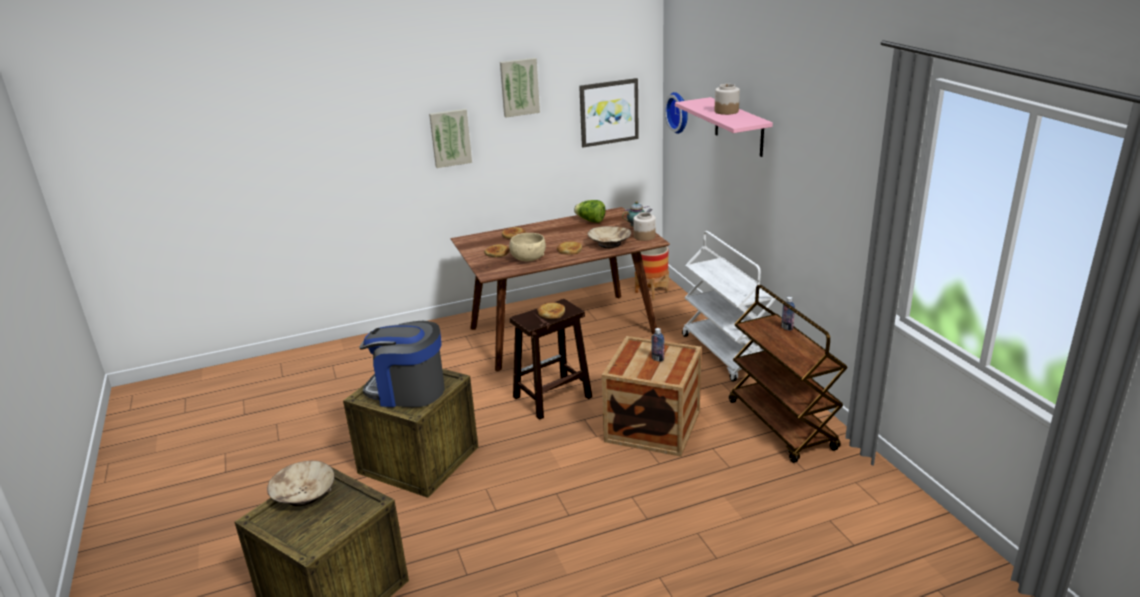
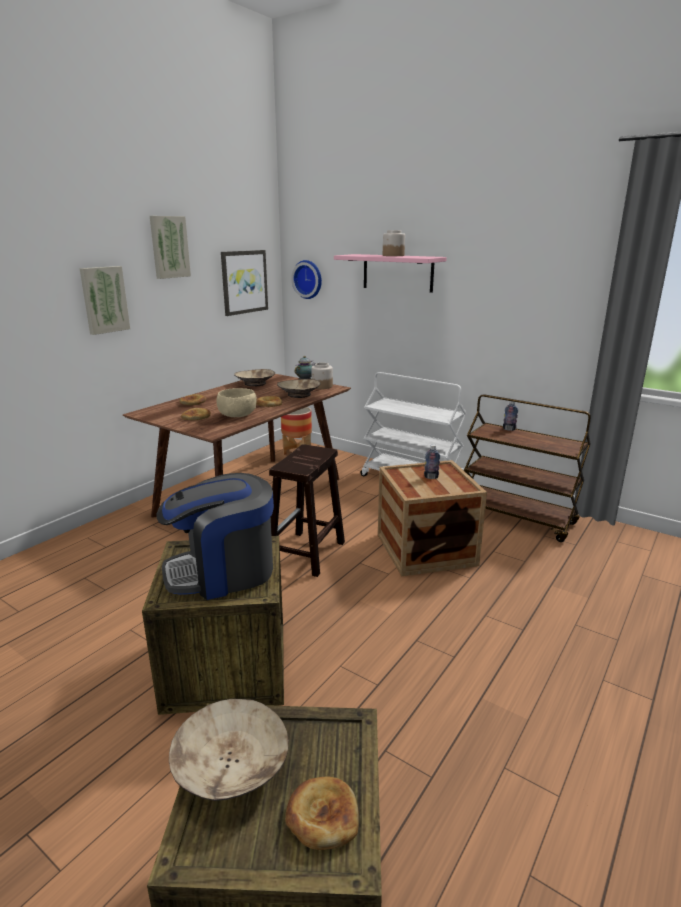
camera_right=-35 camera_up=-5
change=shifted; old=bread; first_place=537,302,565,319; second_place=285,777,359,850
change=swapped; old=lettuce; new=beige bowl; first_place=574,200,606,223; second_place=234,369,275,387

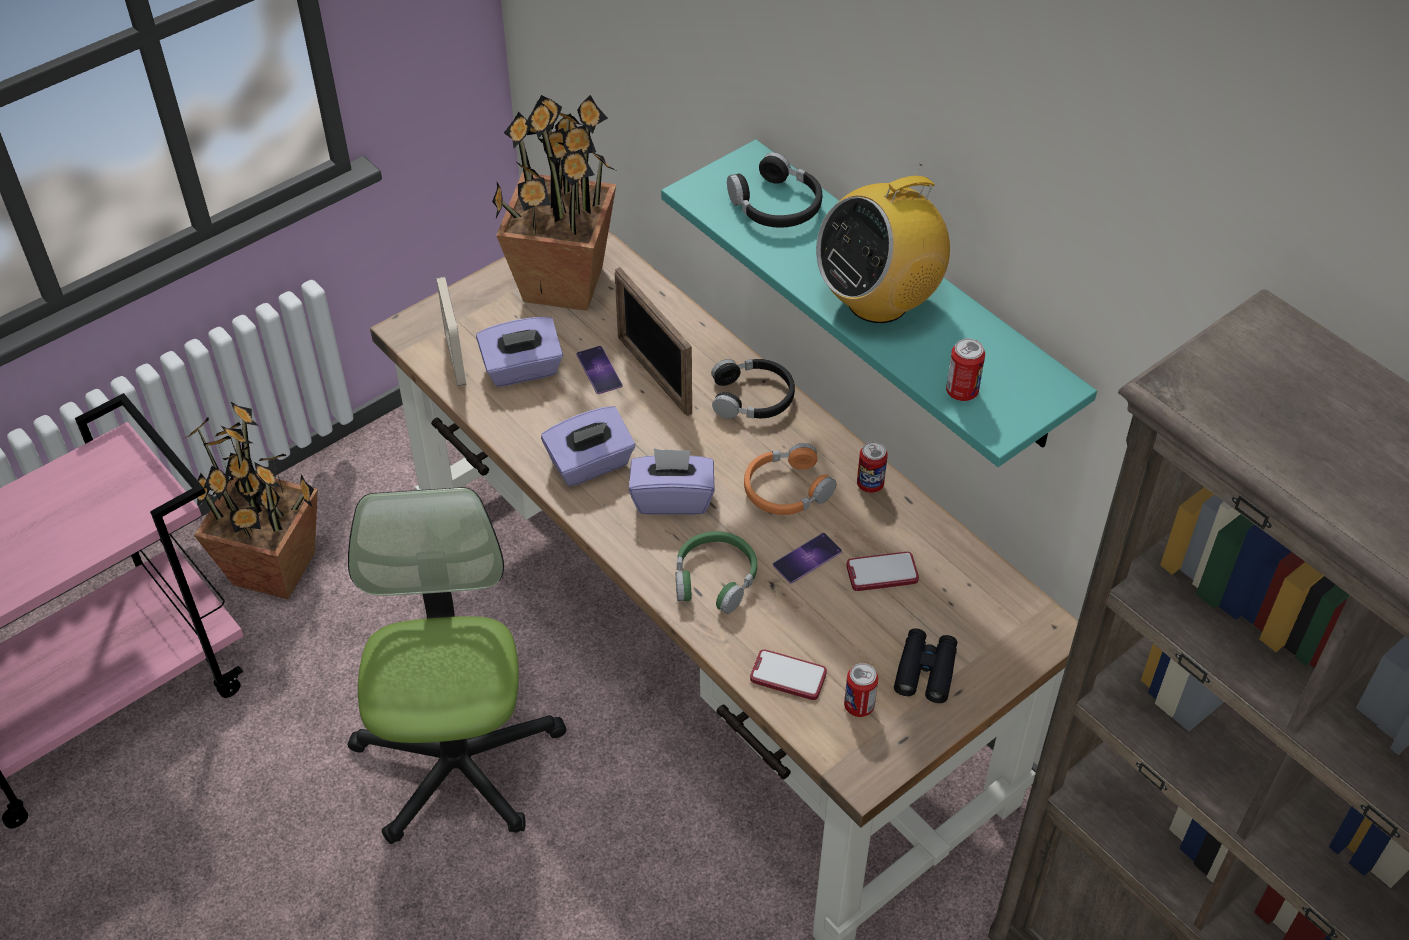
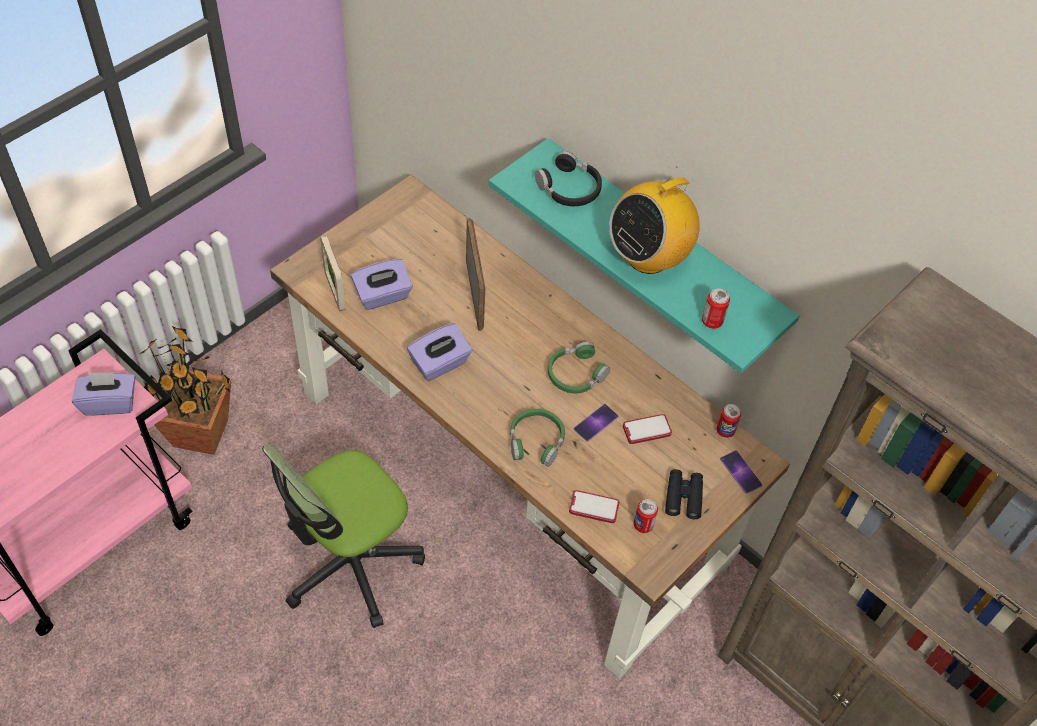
camera_right=-10 camera_up=5
change=gone; old=potted plant; first_place=492,95,616,311
change=gone; old=black headphones; first_place=711,359,795,419
change=shifted; old=phone; first_place=576,346,623,394; second_place=720,450,763,494
change=shifted; old=purple tissue box; first_place=629,448,715,515; second_place=72,372,136,416
change=shifted; old=can; first_place=857,442,888,493; second_place=716,404,741,438
change=repainted; old=orange headphones; new=green headphones; first_place=744,443,836,515; second_place=548,342,610,393
change=rotated; old=office chair; first_place=348,487,566,844; second_place=262,445,425,628; degrees=-120
change=rotated; old=picture frame; first_place=615,267,692,416; second_place=466,218,485,331; degrees=-150

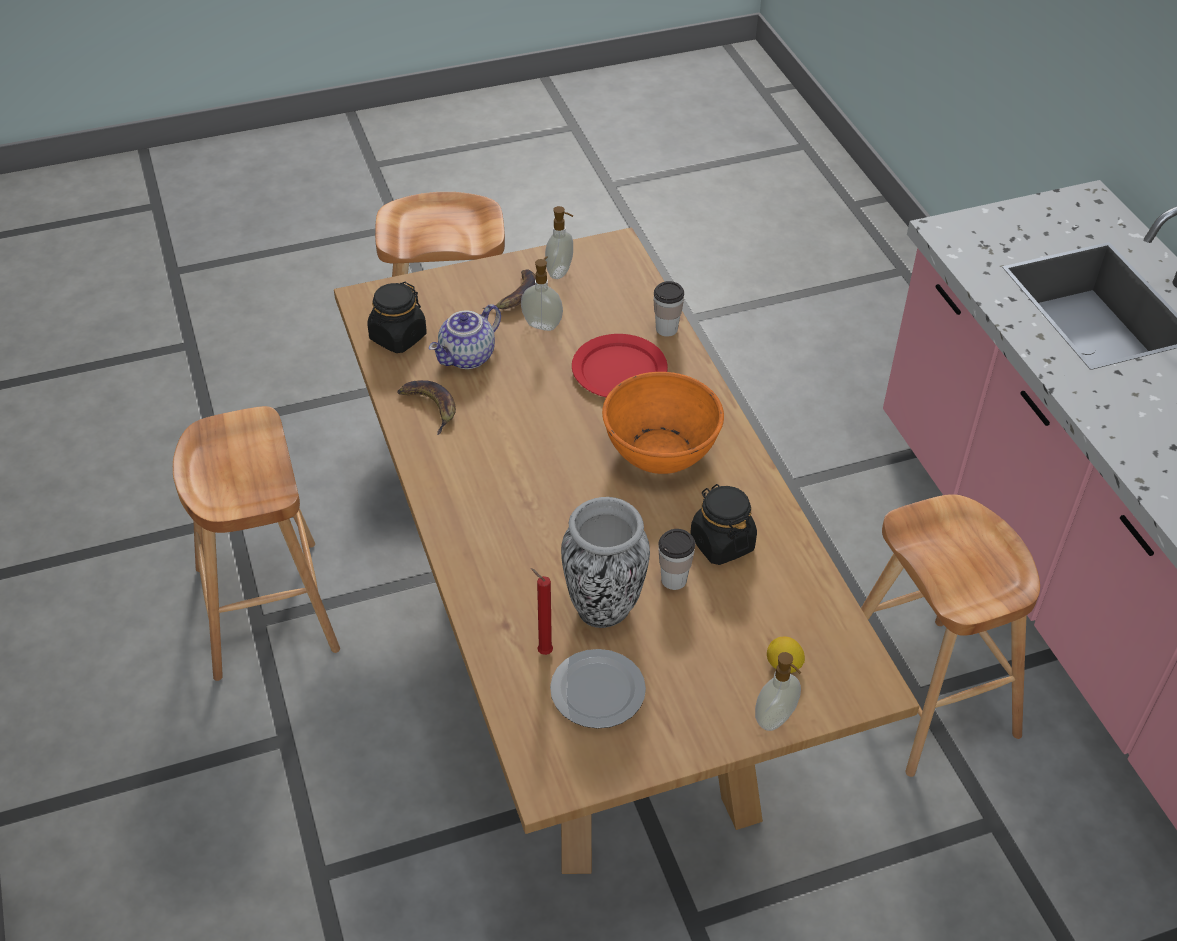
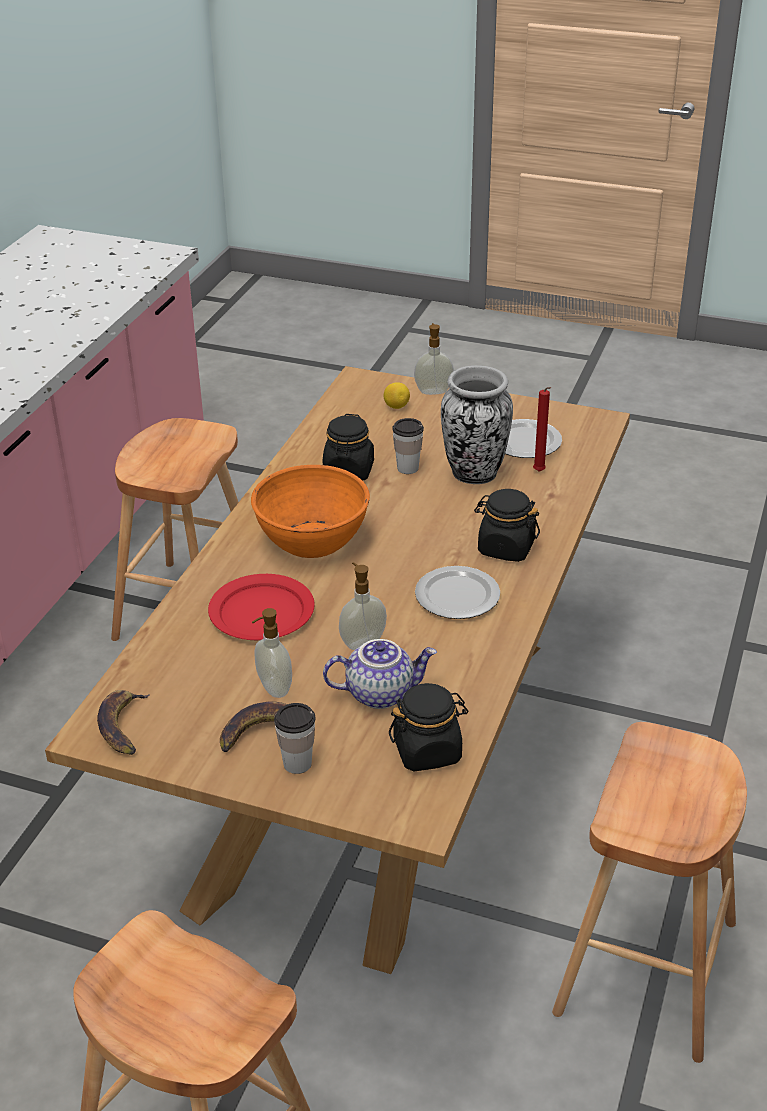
camera_right=-140 camera_up=-10
change=new; new=plate; second_place=415,566,500,619
change=new; new=black jar; second_place=474,489,540,562
change=shifted; old=banana; first_place=397,380,456,435; second_place=97,690,150,755
change=shifted; old=soap dispenser; first_place=545,206,573,279; second_place=339,562,387,650
change=shifted; old=cup; first_place=653,281,684,337; second_place=274,703,315,774

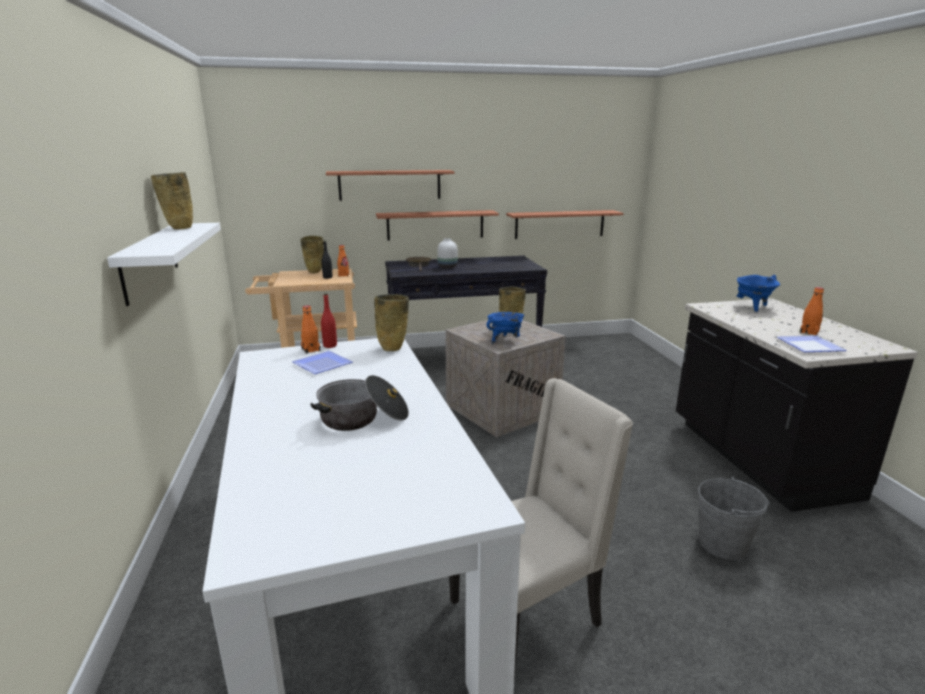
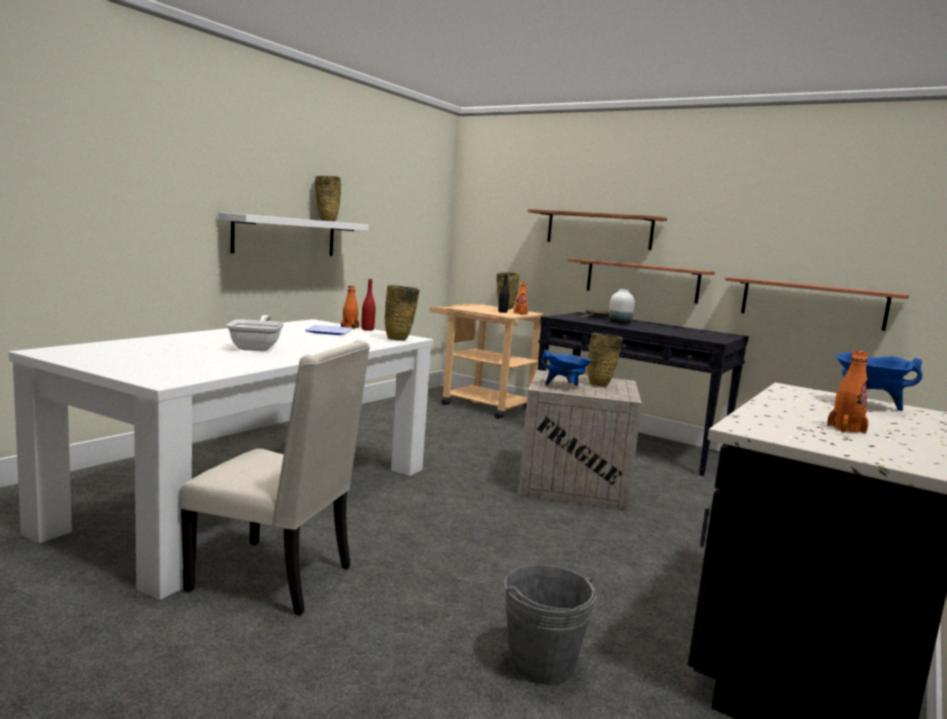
camera_right=45 camera_up=-10
change=gone; old=plate; first_place=777,335,847,352
change=swapped; old=cooking pot; new=frying pan; first_place=311,375,409,431; second_place=227,315,284,351

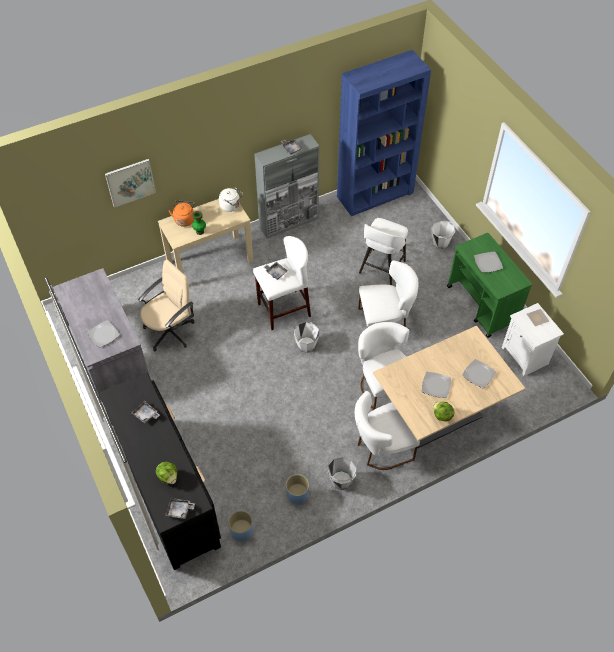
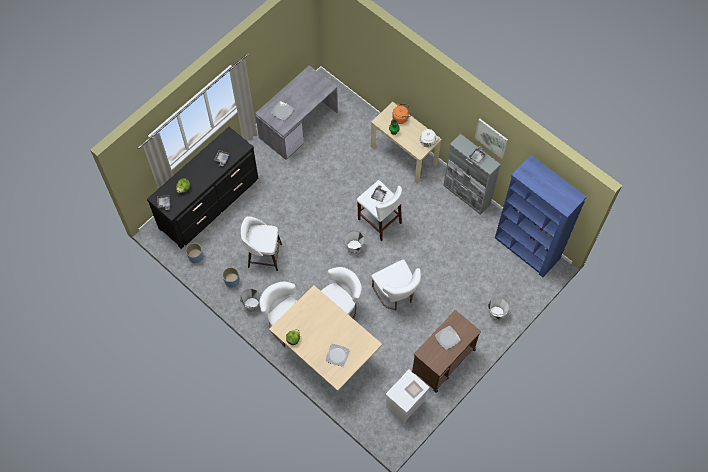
camera_right=70 camera_up=10
change=gone; old=beige office chair; first_place=138,260,195,351
change=gone; old=plate; first_place=422,372,451,398
change=shifted; old=picture; first_place=105,159,156,208; second_place=475,118,508,159
change=shifted; old=white stool; first_place=359,218,408,285; second_place=241,216,282,271
change=repainted; old=green cart; new=brown cart; first_place=447,233,532,338; second_place=412,310,481,393

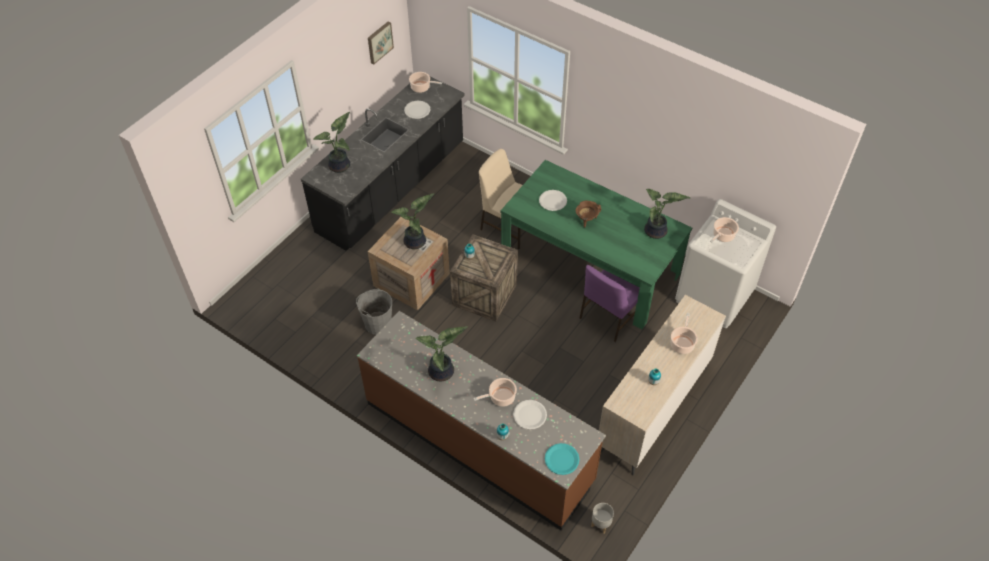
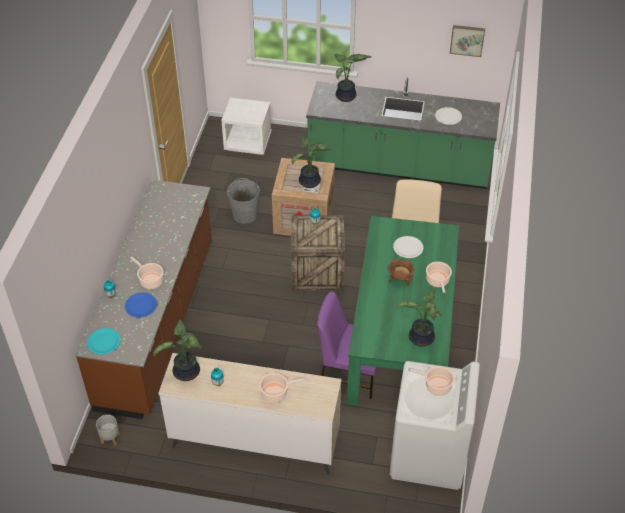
camera_right=65 camera_up=-5
change=new; new=white nightstand; second_place=221,98,272,155
change=shifted; old=cooking pot; first_place=409,72,442,93; second_place=426,262,452,293
change=shifted; old=potted plant; first_place=415,327,468,382; second_place=153,320,201,381
change=repainted; old=black counter; new=green counter; first_place=301,76,465,251; second_place=306,77,500,189
change=repainted; old=white plate; new=blue plate; first_place=513,400,547,429; second_place=125,293,157,318

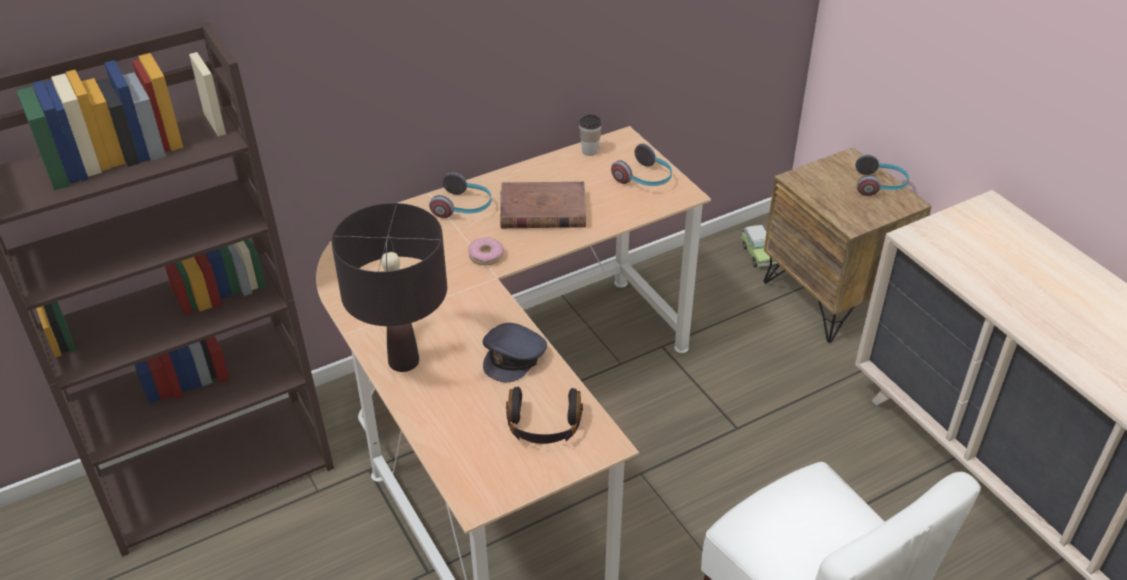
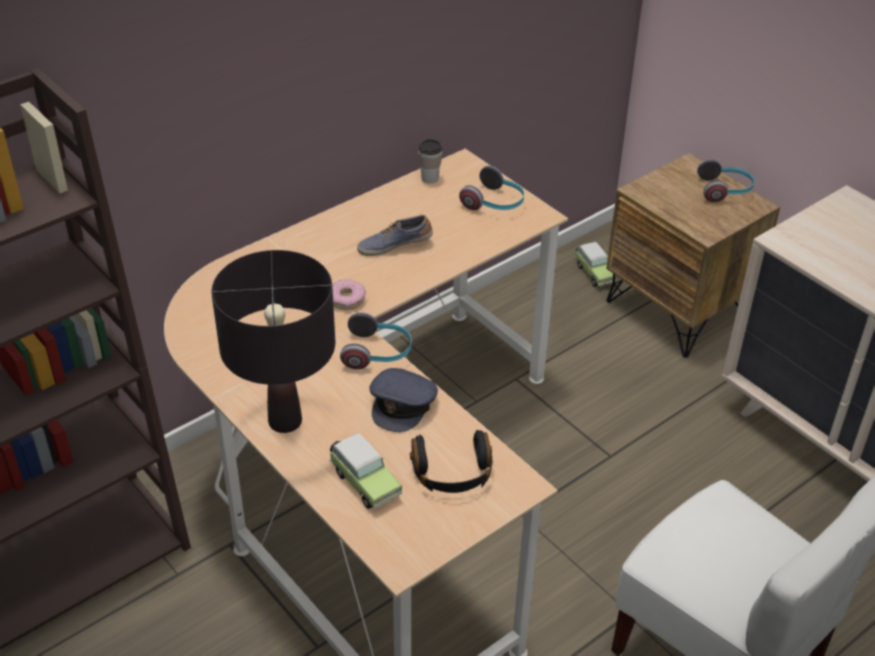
camera_right=-10 camera_up=0
change=new; new=toy car; second_place=329,433,402,509
change=shifted; old=headphones; first_place=429,173,491,218; second_place=340,312,412,369
change=swapped; old=brown book; new=shoe; first_place=500,182,586,228; second_place=357,215,433,256

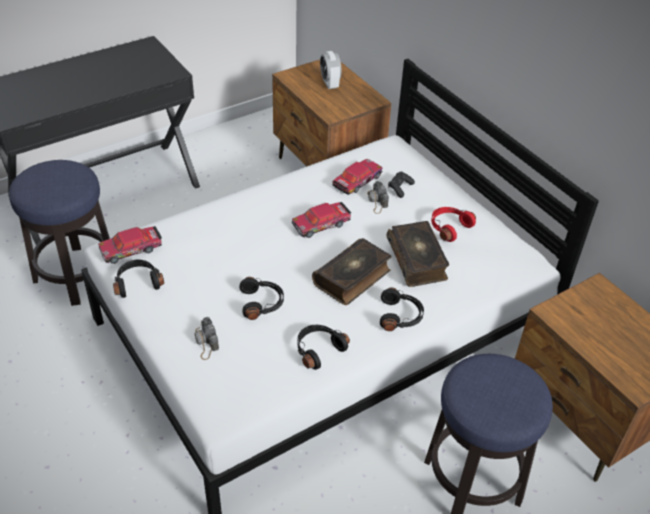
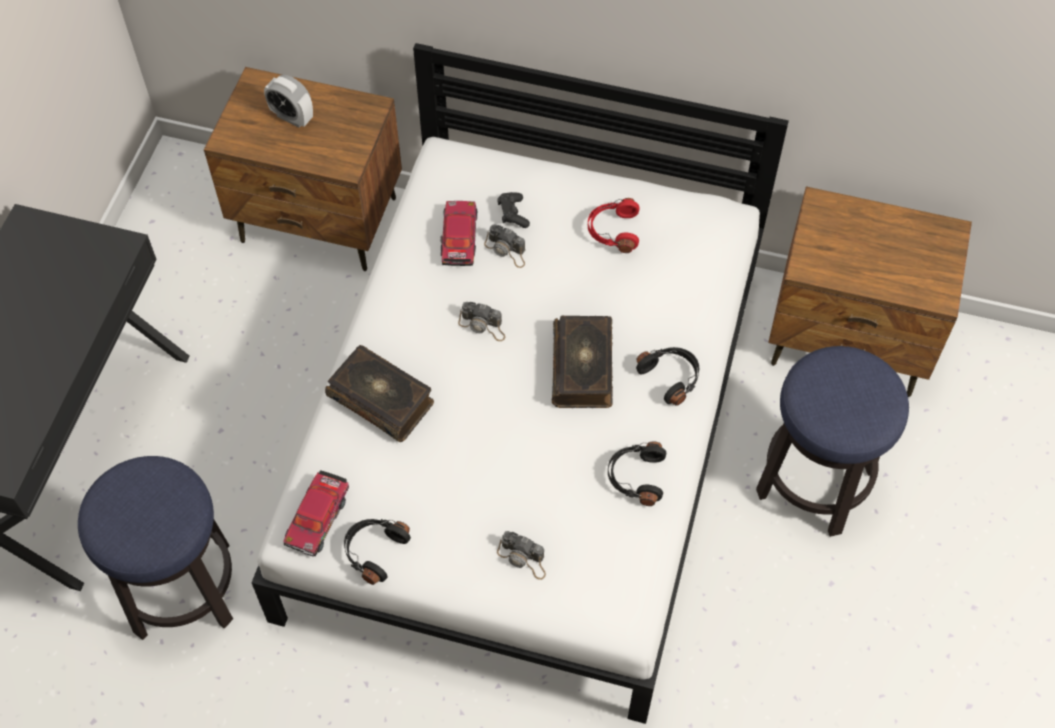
camera_right=-40 camera_up=15
change=gone; old=black headphones; first_place=239,277,284,320
change=shifted; old=book; first_place=386,221,449,287; second_place=325,345,434,442
change=swapped; old=toy car; new=photo camera; first_place=292,202,351,238; second_place=458,302,505,341

